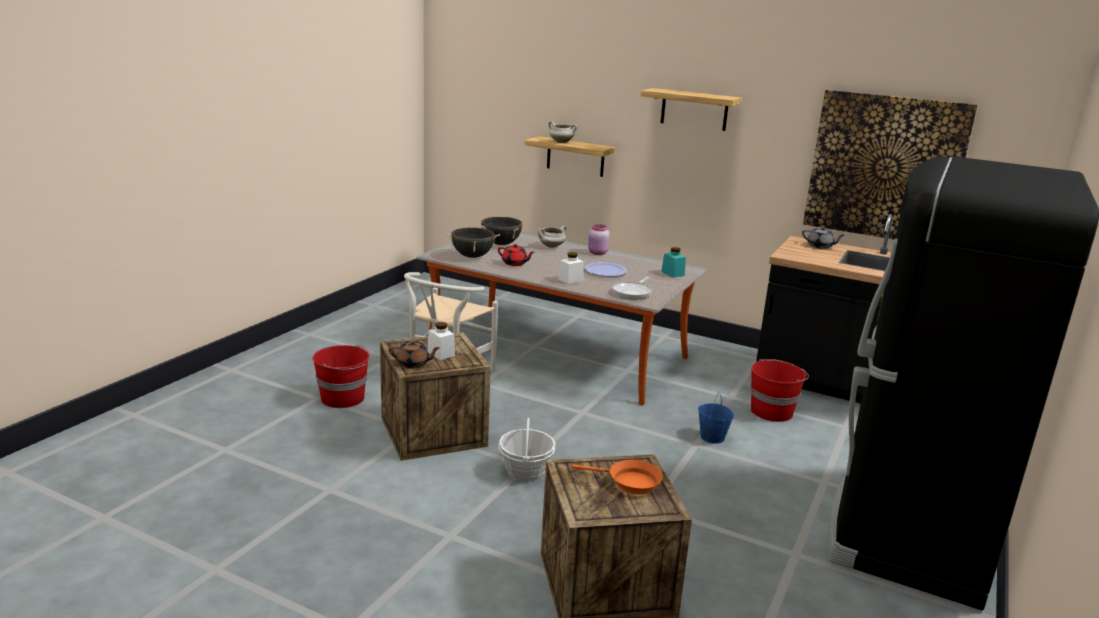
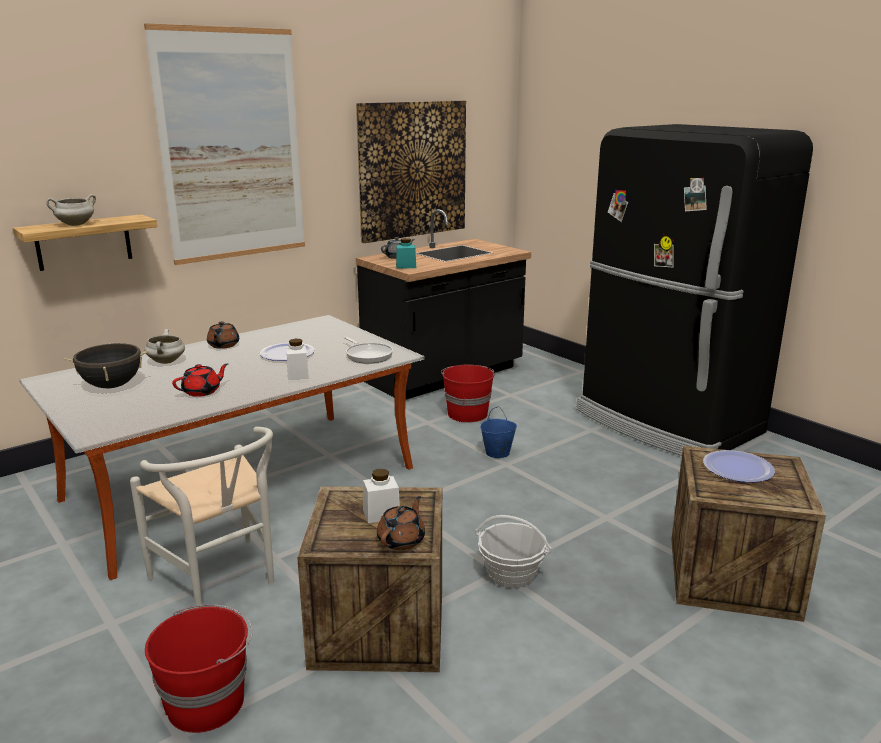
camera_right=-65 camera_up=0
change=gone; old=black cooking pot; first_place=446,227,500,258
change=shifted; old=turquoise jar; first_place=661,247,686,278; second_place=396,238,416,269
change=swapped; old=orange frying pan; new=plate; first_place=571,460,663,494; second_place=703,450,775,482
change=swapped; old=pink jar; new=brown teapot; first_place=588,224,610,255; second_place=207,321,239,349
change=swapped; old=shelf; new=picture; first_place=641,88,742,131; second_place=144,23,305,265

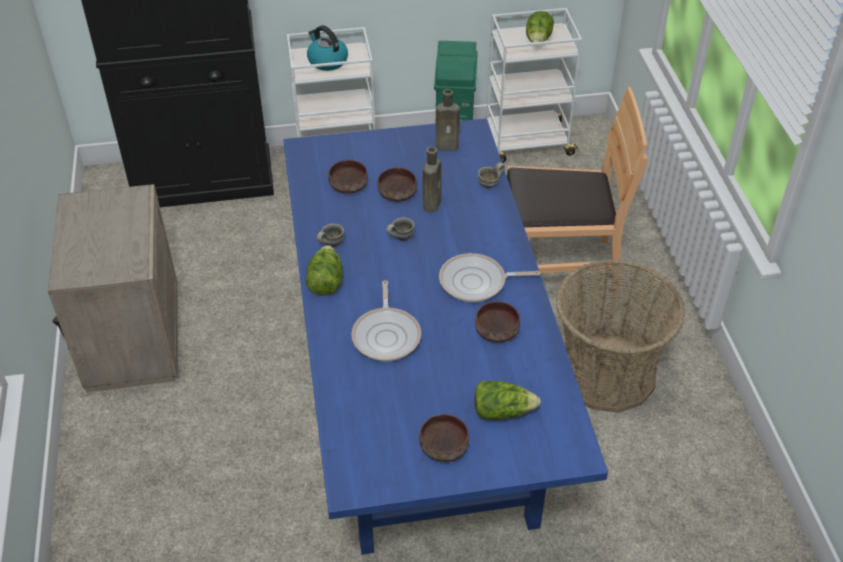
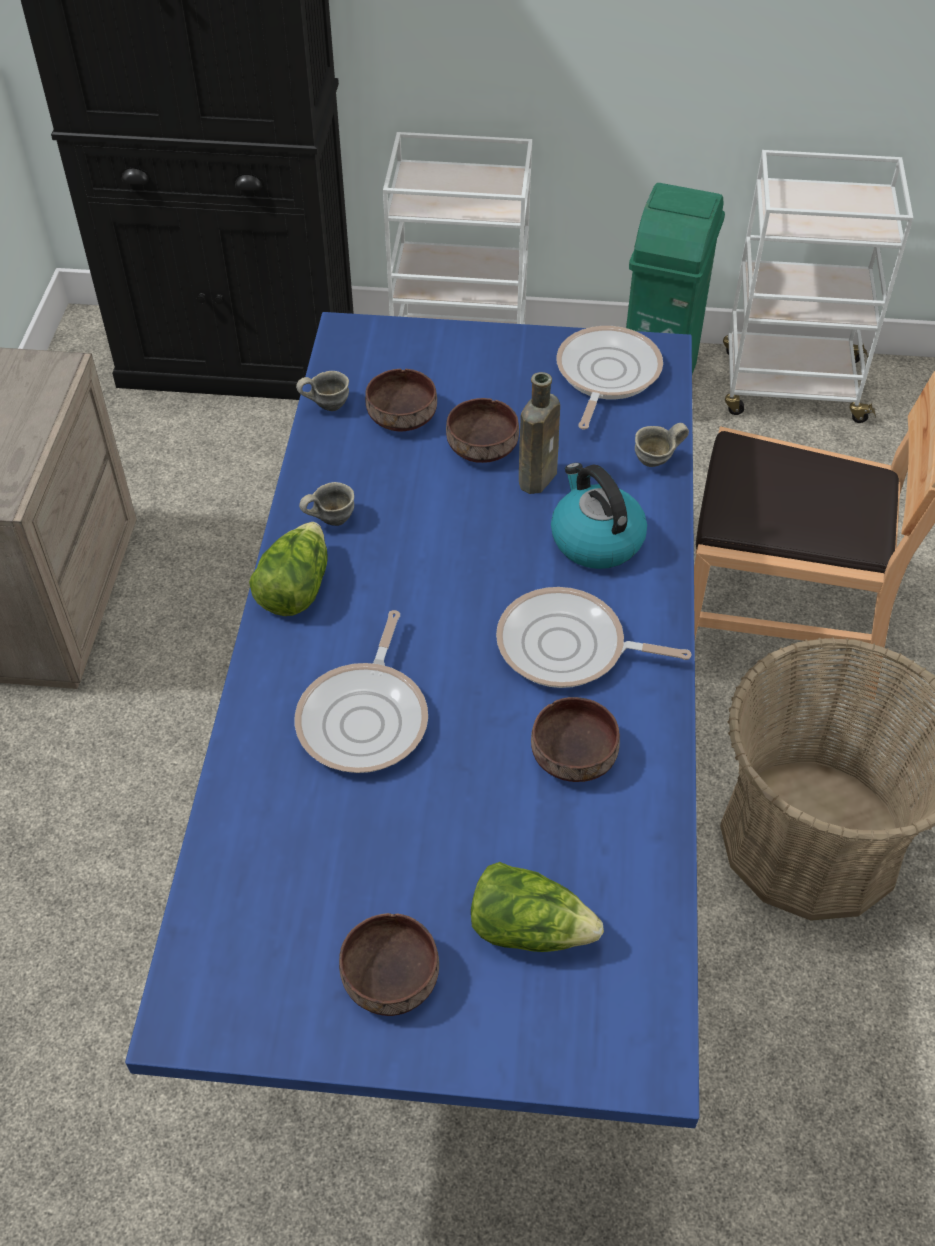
camera_right=15 camera_up=5
change=gone; old=lettuce; first_place=526,11,554,43
change=shifted; old=kettle; first_place=307,25,348,71; second_place=551,463,647,569
change=shifted; old=grey mug; first_place=386,217,414,241; second_place=296,371,349,411
change=swapped; old=brown bottle; new=frying pan; first_place=436,89,460,151; second_place=556,326,663,429

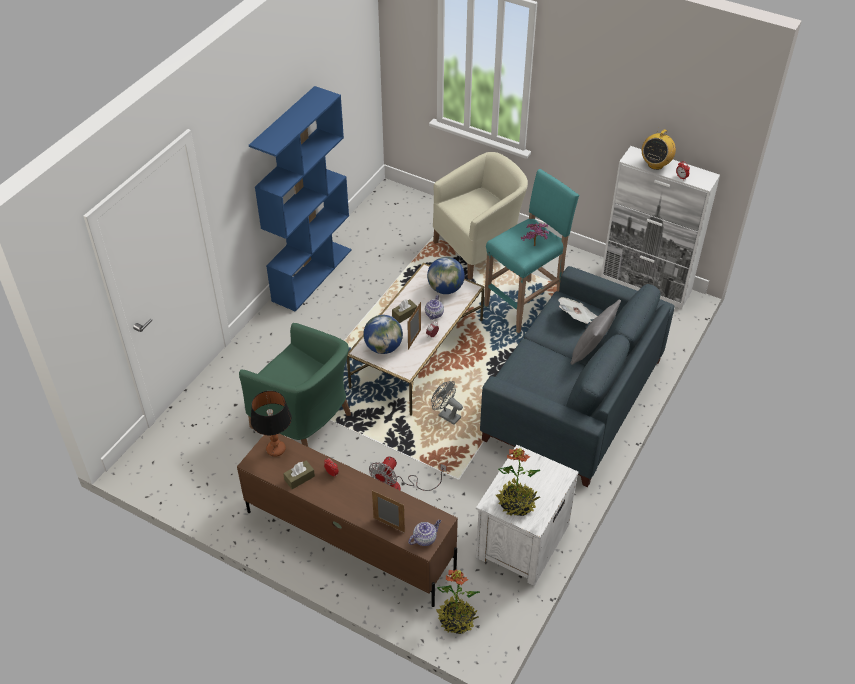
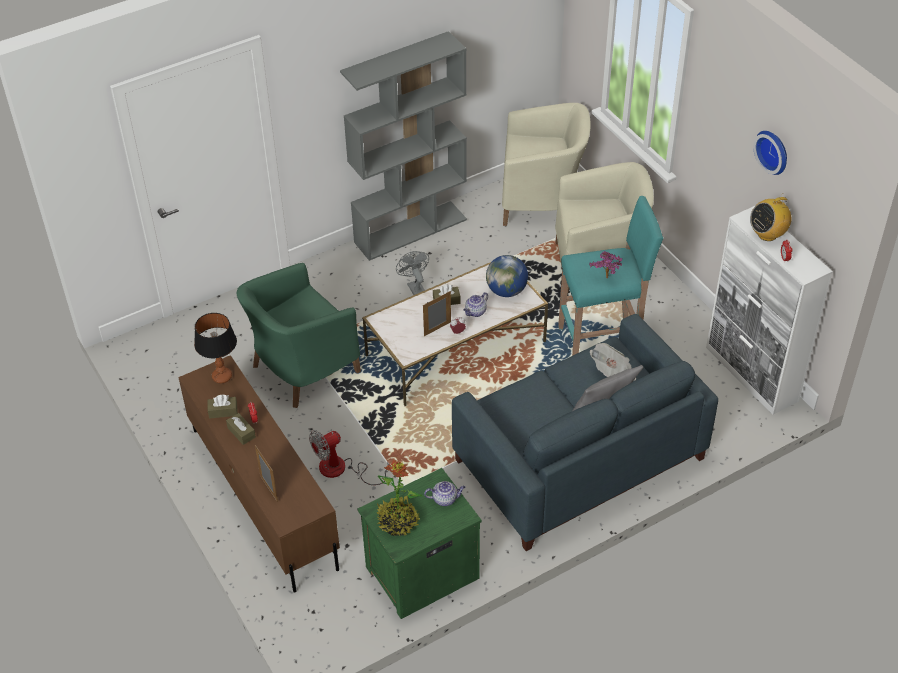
camera_right=30 camera_up=0
change=gone; old=globe; first_place=363,315,403,354
change=gone; old=potted plant; first_place=436,569,480,634
change=new; new=brown tissue box; second_place=226,413,256,445
change=new; new=beige armchair; second_place=502,103,591,226
change=new; new=wall clock; second_place=753,131,787,175
change=shifted; old=teapot; first_place=408,520,441,546; second_place=424,481,465,506
change=shifted; old=grey fan; first_place=431,381,463,425; second_place=396,251,429,295
change=repainted; old=blue bookcase; new=grey bookcase; first_place=249,86,351,312; second_place=340,31,467,261
change=repainted; old=white nightstand; new=green nightstand; first_place=476,445,579,586; second_place=357,468,482,619
change=rotated; old=green armchair; first_place=239,323,351,447; second_place=237,263,361,408; degrees=75

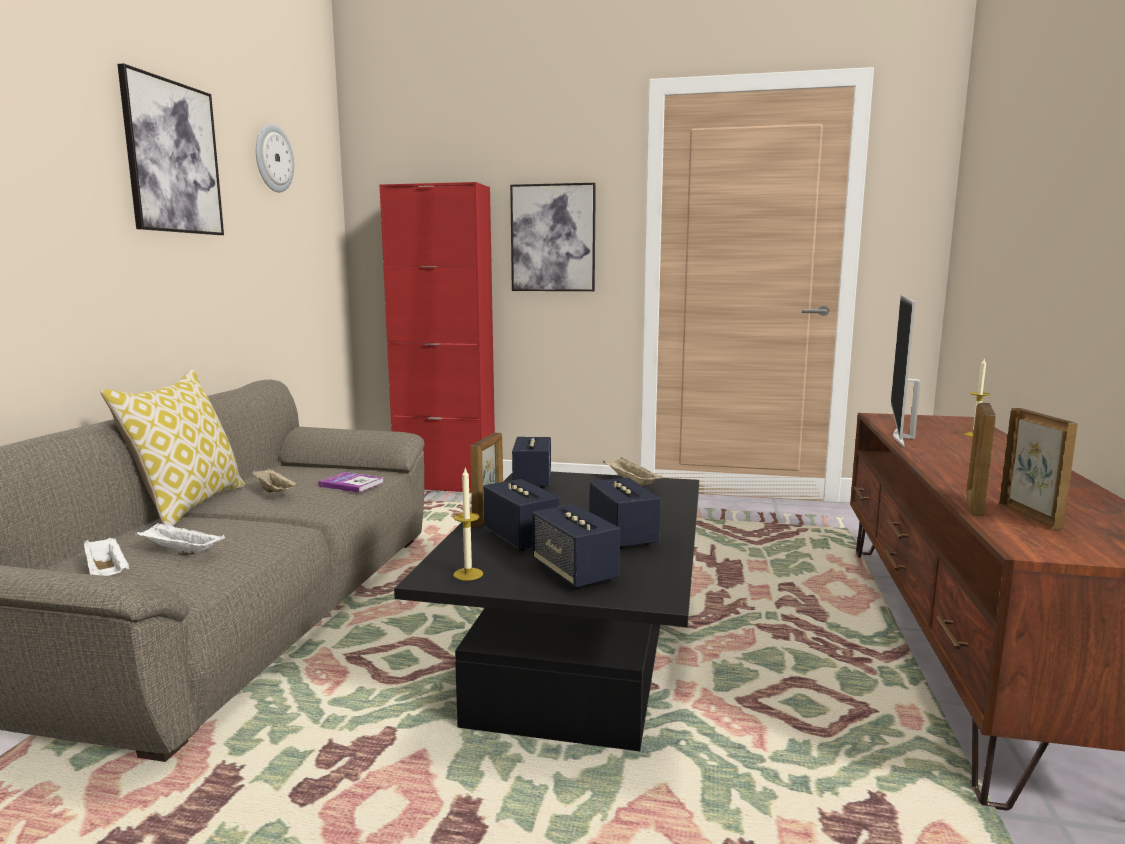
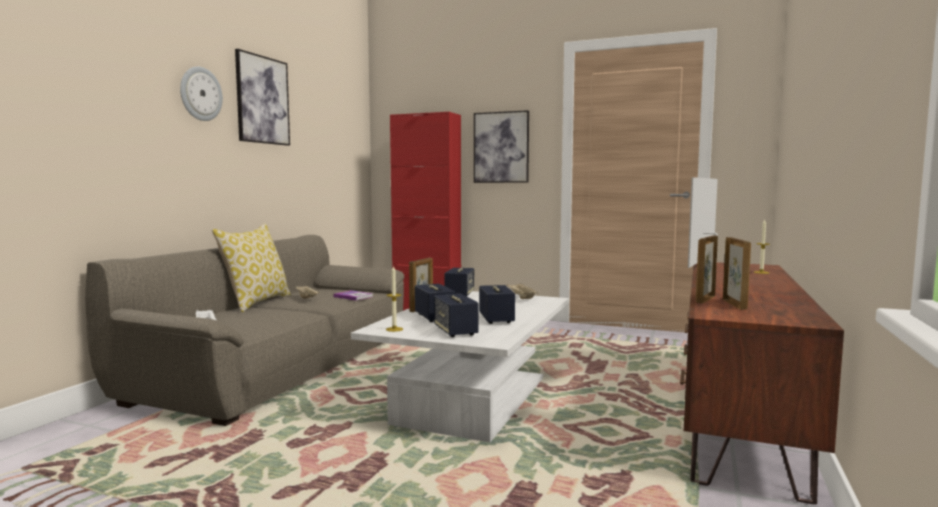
camera_right=10 camera_up=-5
change=gone; old=white tray; first_place=135,523,225,555
change=shifted; old=wall clock; first_place=256,124,294,192; second_place=180,66,223,121
change=repainted; old=black coffee table; new=white coffee table; first_place=394,472,699,751; second_place=351,291,569,442

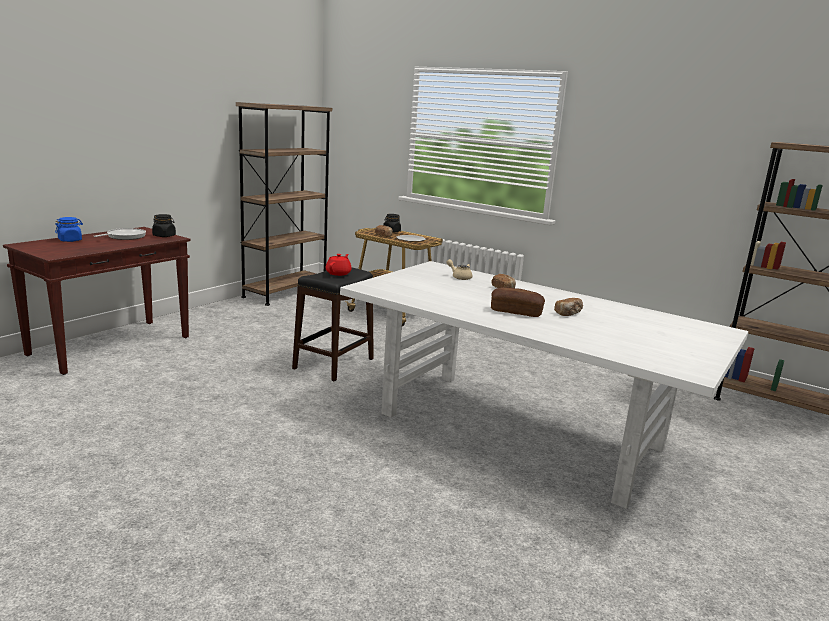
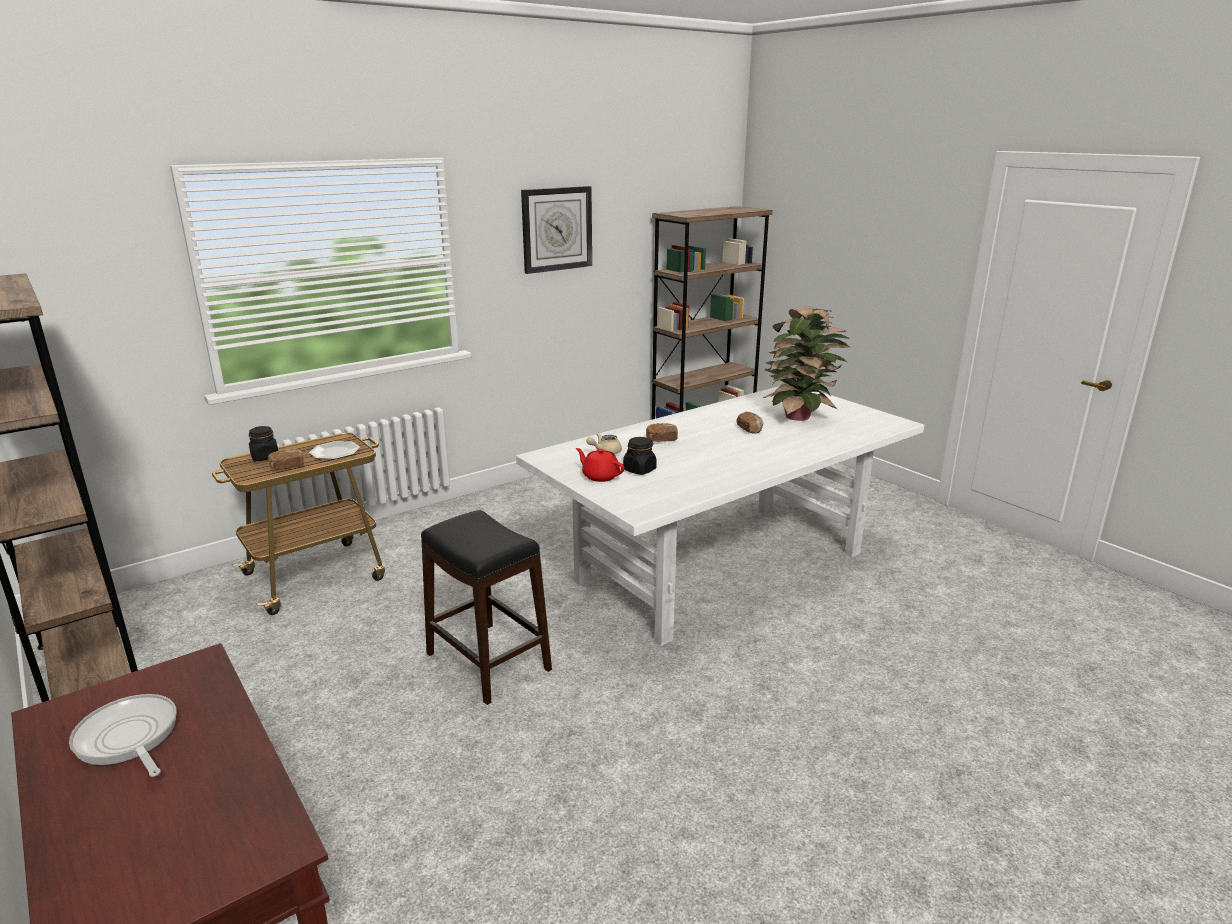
camera_right=-70 camera_up=5
change=gone; old=blue jar; first_place=55,217,83,242
change=gone; old=bread; first_place=491,287,545,317
change=new; new=wall clock; second_place=521,186,592,274
change=new; new=potted plant; second_place=763,306,850,421
change=shifted; old=black jar; first_place=152,214,176,237; second_place=623,437,657,475
change=shifted; old=red teapot; first_place=326,254,351,276; second_place=576,448,624,482

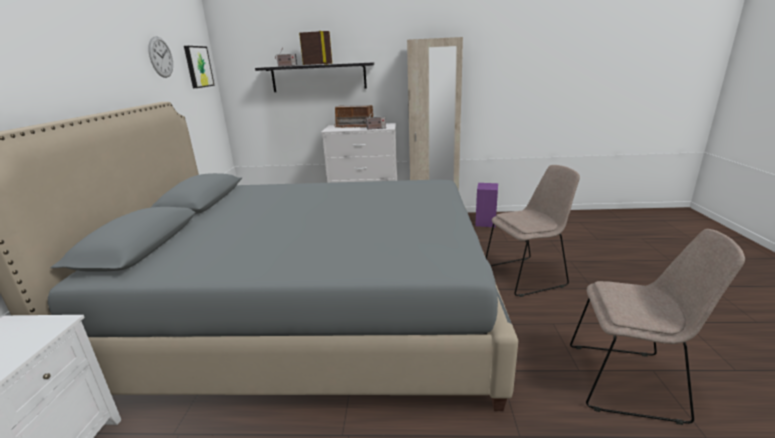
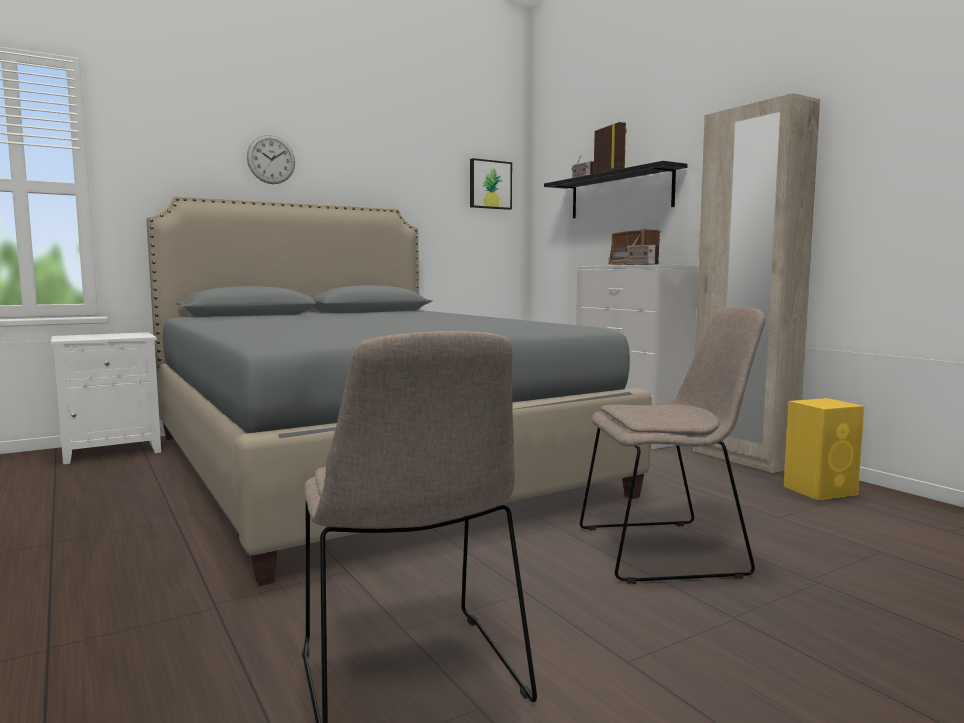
camera_right=55 camera_up=-15
change=shifted; old=wall clock; first_place=148,36,173,78; second_place=247,135,295,184
change=repainted; old=purple speaker; new=yellow speaker; first_place=475,183,498,228; second_place=784,398,864,500
change=rotated; old=beige chair; first_place=486,165,580,297; second_place=580,306,765,584; degrees=-45

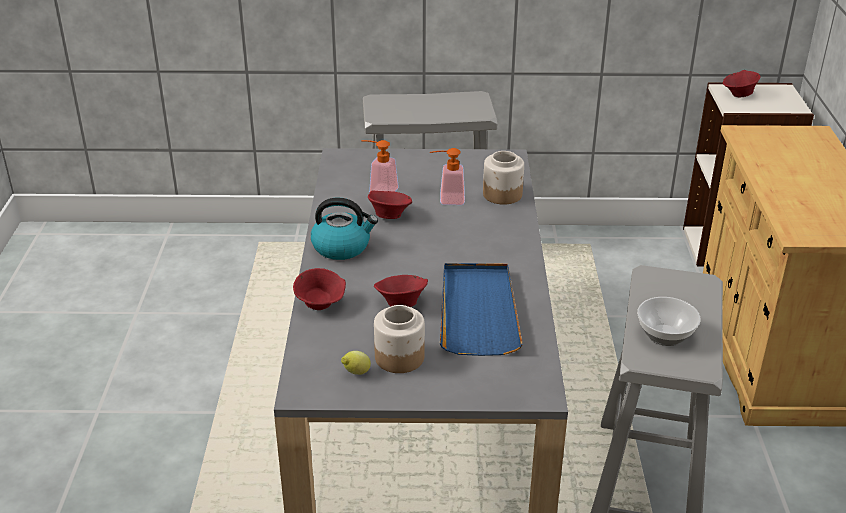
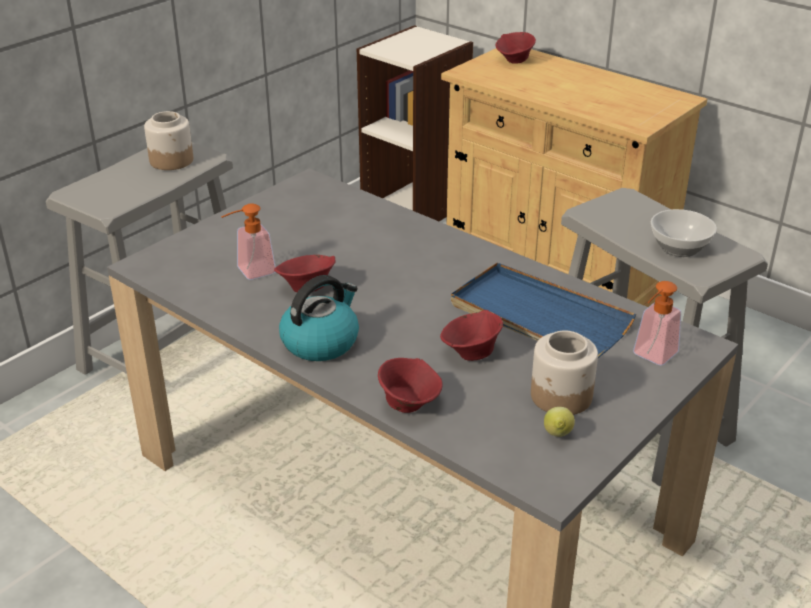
camera_right=-50 camera_up=0
change=shifted; old=soap dispenser; first_place=430,148,465,205; second_place=633,281,681,366
change=shifted; old=jar; first_place=483,151,524,205; second_place=144,111,193,170
change=shifted; old=red bowl; first_place=723,70,761,97; second_place=495,32,536,64

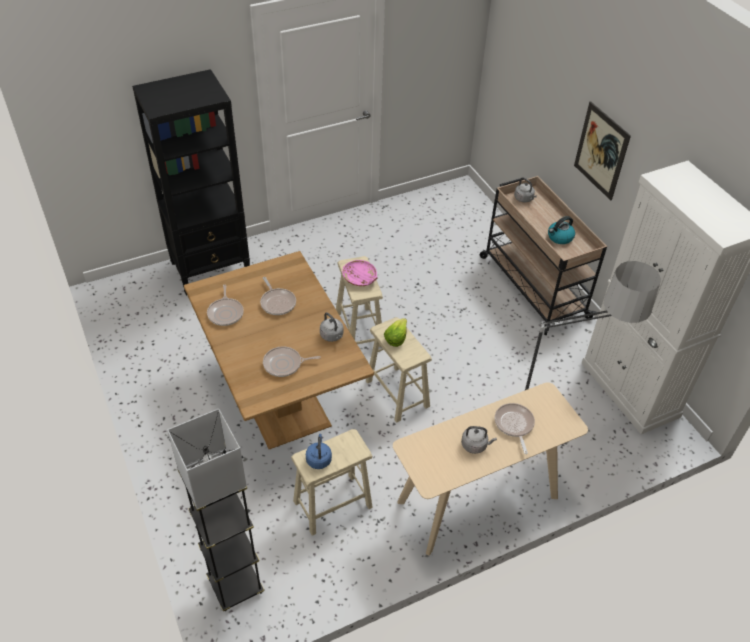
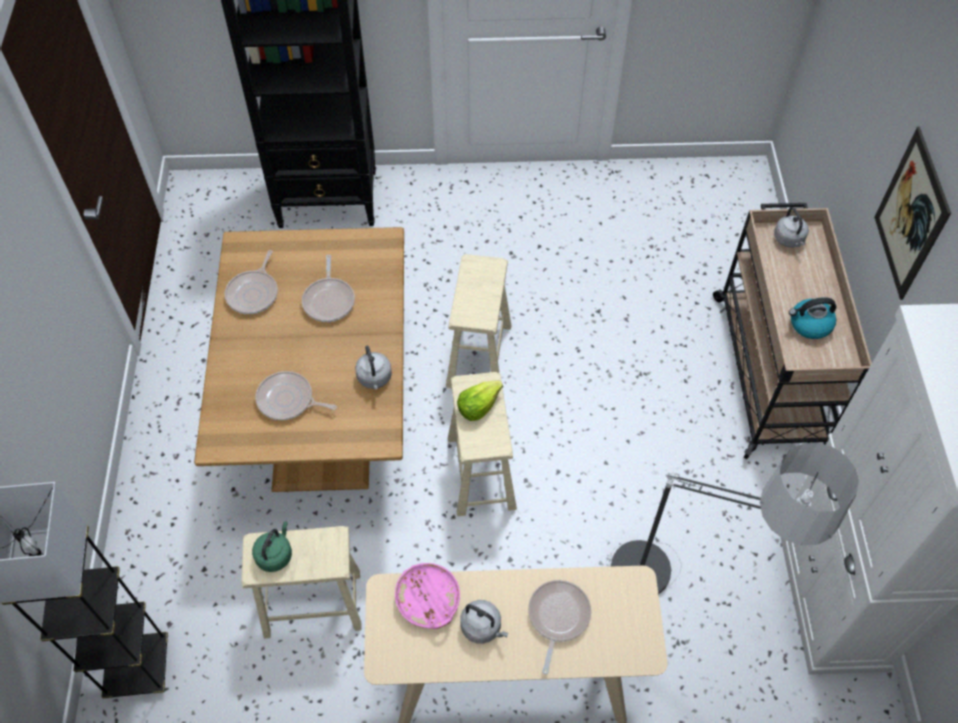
camera_right=25 camera_up=10
change=shifted; old=pink bowl; first_place=342,260,378,286; second_place=395,563,460,629
change=repainted; old=blue kettle; new=green kettle; first_place=306,434,332,469; second_place=252,522,292,572

